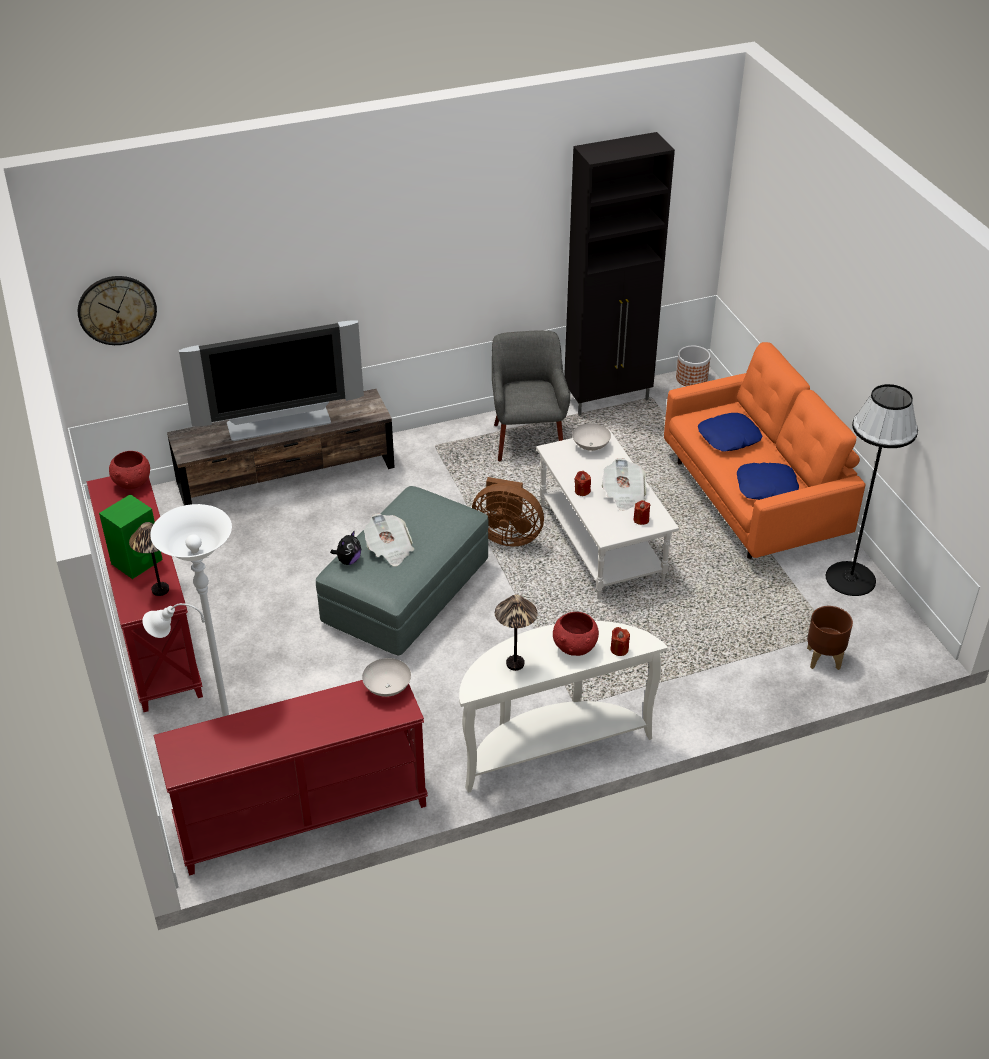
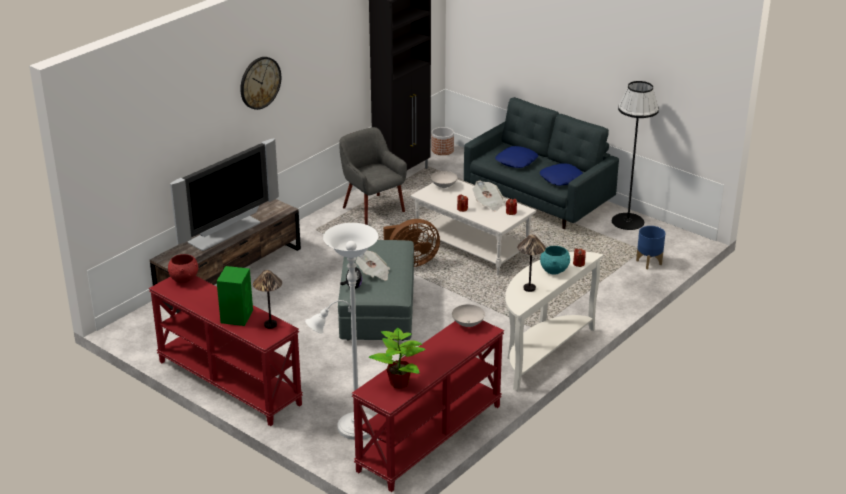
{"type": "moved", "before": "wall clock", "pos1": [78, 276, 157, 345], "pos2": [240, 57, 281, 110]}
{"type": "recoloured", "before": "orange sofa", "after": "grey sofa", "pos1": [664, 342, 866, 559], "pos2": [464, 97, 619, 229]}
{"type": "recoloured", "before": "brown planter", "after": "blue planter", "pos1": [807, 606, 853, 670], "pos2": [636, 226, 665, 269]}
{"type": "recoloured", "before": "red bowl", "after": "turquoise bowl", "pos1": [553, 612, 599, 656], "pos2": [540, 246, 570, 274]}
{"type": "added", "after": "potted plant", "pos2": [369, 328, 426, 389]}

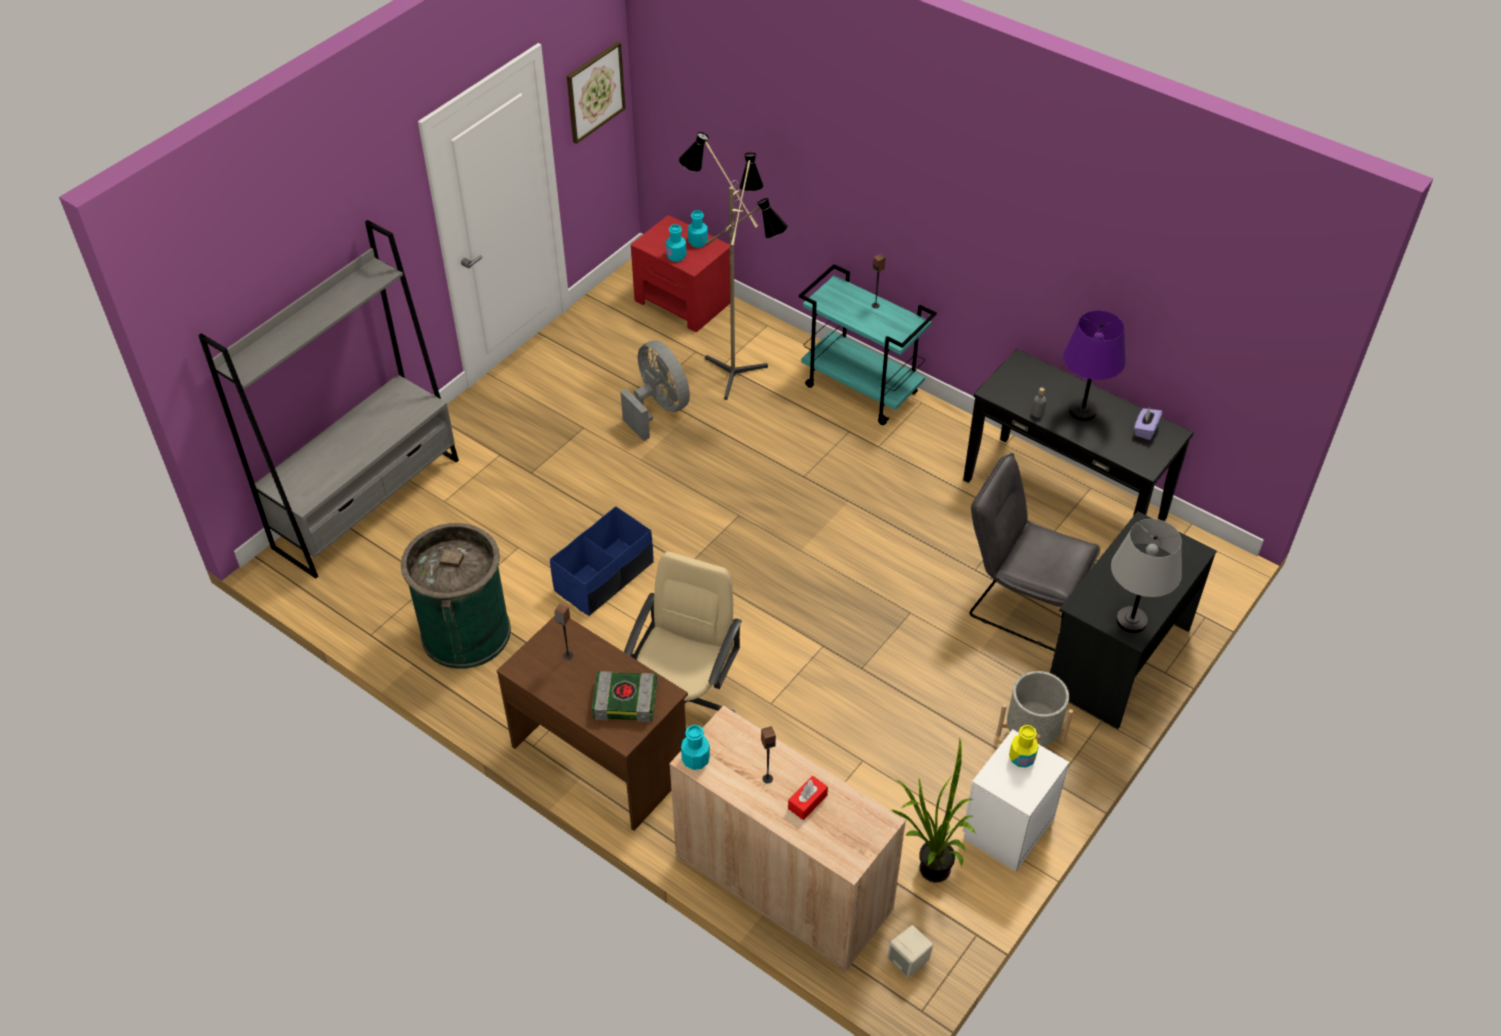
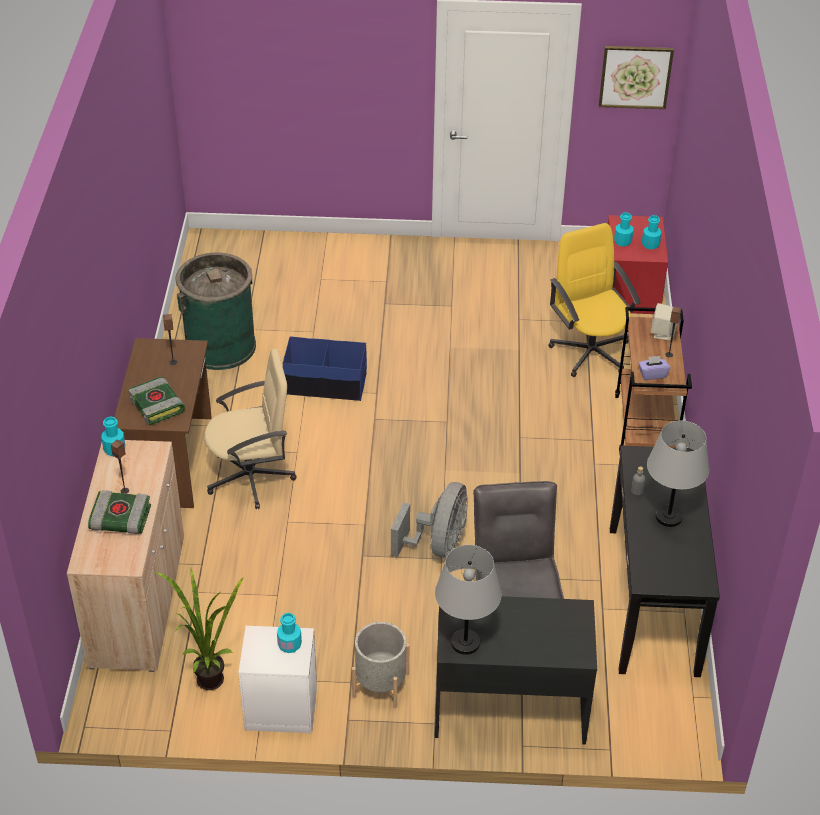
{"type": "replaced", "before": "floor lamp", "after": "yellow office chair", "pos1": [679, 132, 789, 400], "pos2": [548, 223, 641, 377]}
{"type": "removed", "before": "grey bookcase", "pos1": [199, 220, 459, 579]}
{"type": "recoloured", "before": "turquoise cart", "after": "brown cart", "pos1": [799, 264, 937, 425], "pos2": [615, 307, 692, 454]}
{"type": "recoloured", "before": "purple table lamp", "after": "grey table lamp", "pos1": [1063, 310, 1126, 421], "pos2": [647, 420, 709, 527]}
{"type": "moved", "before": "grey fan", "pos1": [620, 340, 690, 441], "pos2": [391, 482, 468, 558]}
{"type": "moved", "before": "purple tissue box", "pos1": [1134, 407, 1162, 440], "pos2": [638, 356, 670, 380]}
{"type": "recoloured", "before": "yellow bottle", "after": "turquoise bottle", "pos1": [1009, 725, 1039, 768], "pos2": [277, 613, 302, 653]}
{"type": "replaced", "before": "red tissue box", "after": "book", "pos1": [788, 776, 828, 820], "pos2": [88, 490, 151, 534]}
{"type": "moved", "before": "beige speaker", "pos1": [887, 925, 933, 978], "pos2": [651, 303, 678, 340]}

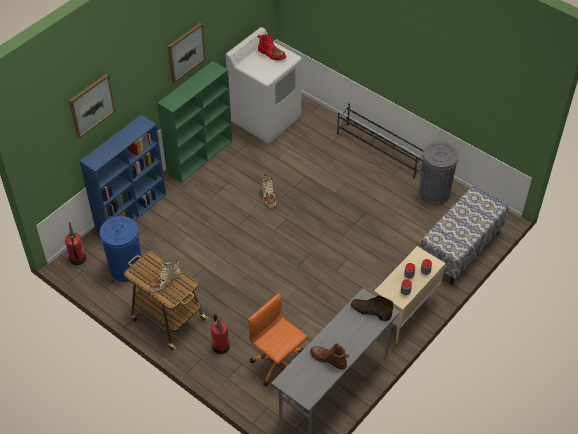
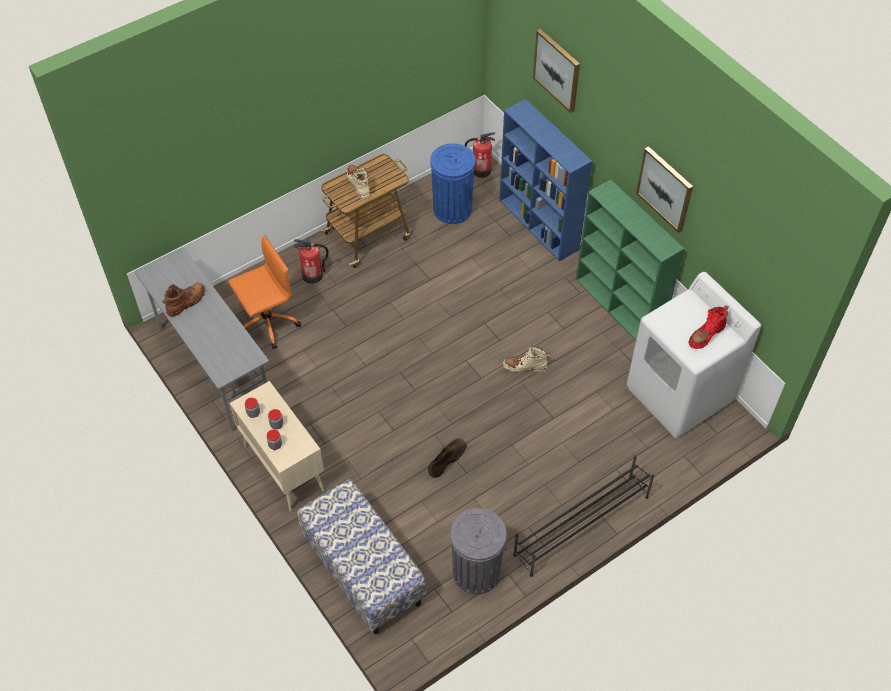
{"type": "moved", "before": "brown boot", "pos1": [351, 295, 393, 321], "pos2": [428, 438, 466, 478]}

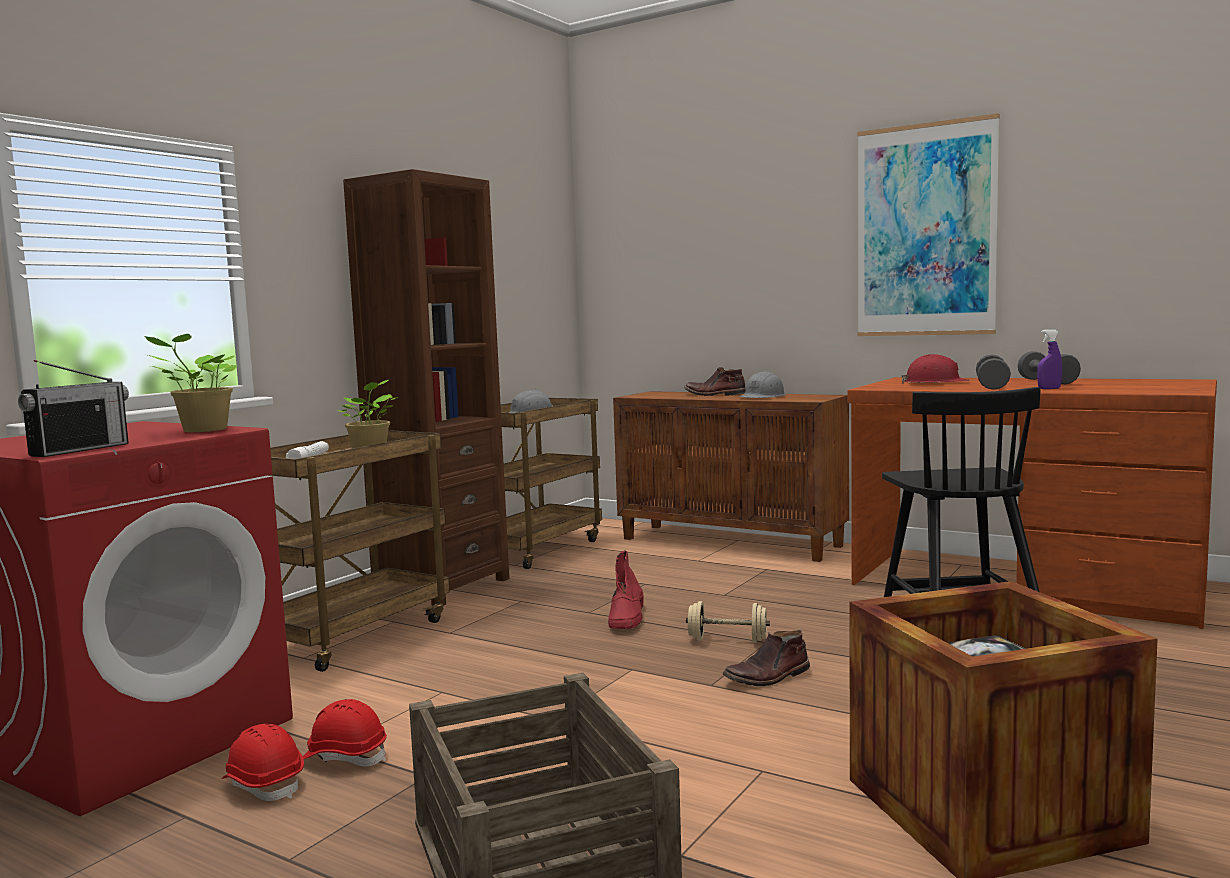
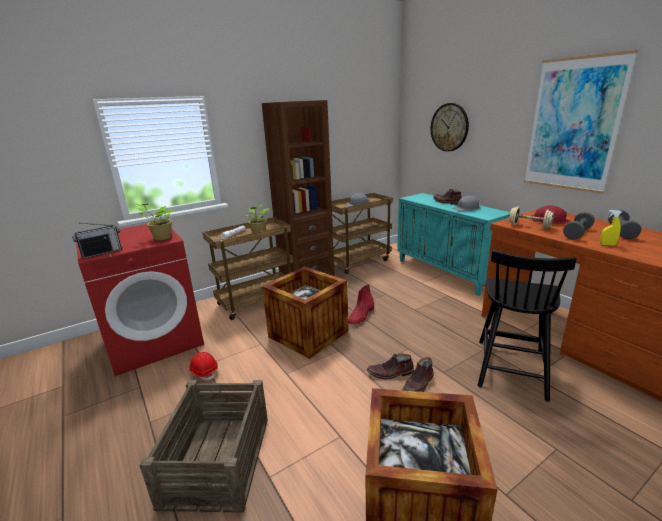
{"type": "recoloured", "before": "purple spray bottle", "after": "yellow spray bottle", "pos1": [1037, 329, 1062, 389], "pos2": [600, 210, 622, 246]}
{"type": "recoloured", "before": "brown cabinet", "after": "turquoise cabinet", "pos1": [613, 391, 849, 562], "pos2": [397, 193, 510, 296]}
{"type": "moved", "before": "beige dumbbell", "pos1": [686, 601, 770, 643], "pos2": [509, 206, 554, 229]}
{"type": "removed", "before": "red hard hat", "pos1": [221, 724, 304, 801]}
{"type": "added", "after": "wall clock", "pos2": [431, 103, 469, 152]}
{"type": "added", "after": "crate", "pos2": [262, 266, 348, 359]}
{"type": "added", "after": "brown boot", "pos2": [402, 357, 434, 392]}

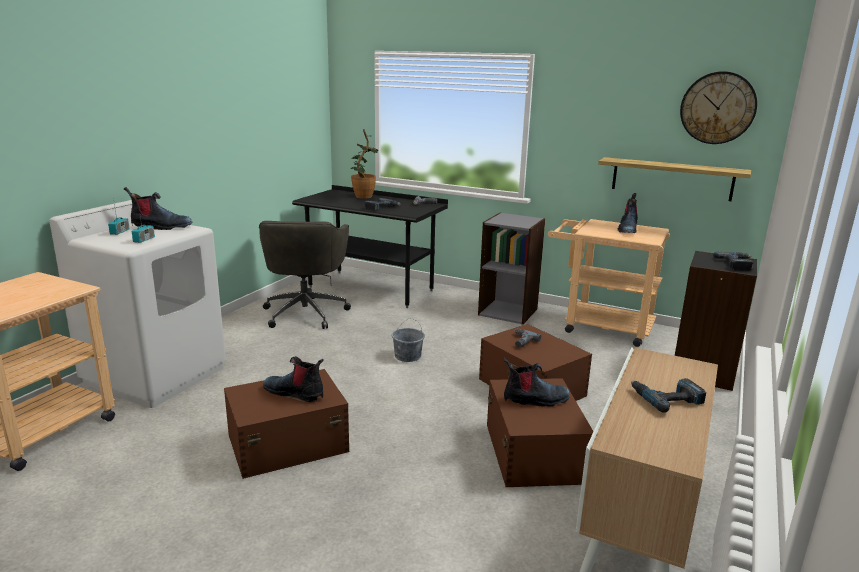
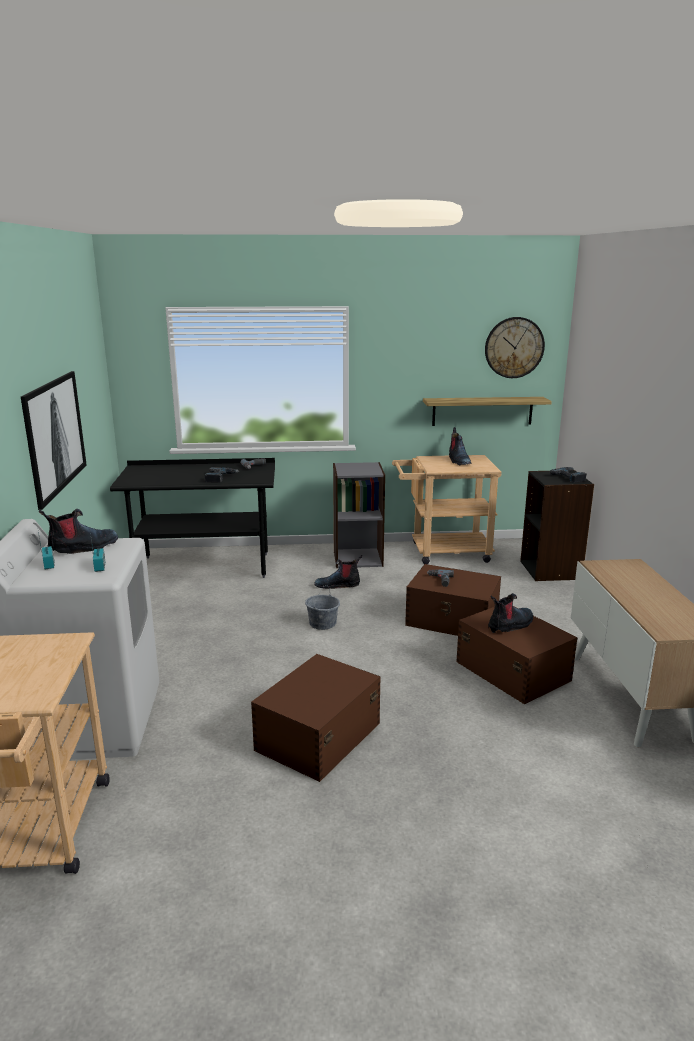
{"type": "removed", "before": "potted plant", "pos1": [350, 129, 378, 199]}
{"type": "removed", "before": "grey office chair", "pos1": [259, 221, 351, 329]}
{"type": "moved", "before": "boot", "pos1": [263, 356, 324, 402], "pos2": [314, 555, 362, 589]}
{"type": "removed", "before": "power drill", "pos1": [631, 378, 706, 413]}
{"type": "added", "after": "picture", "pos2": [21, 371, 87, 510]}

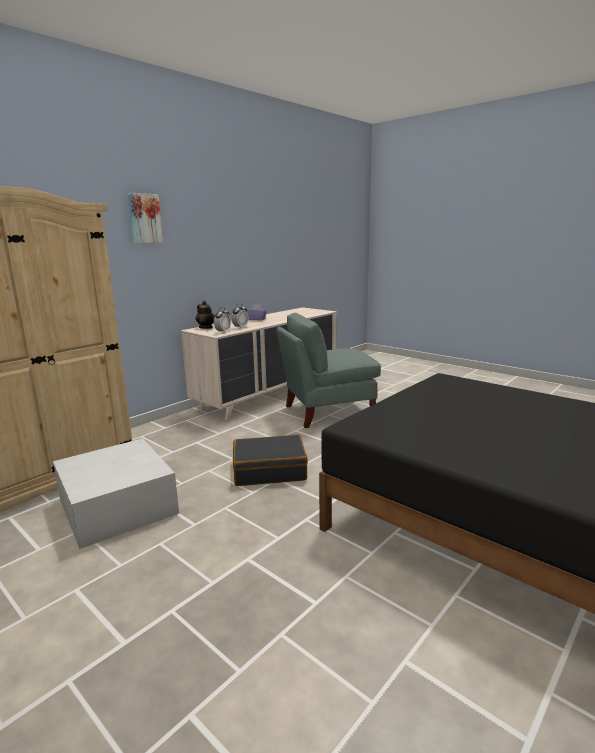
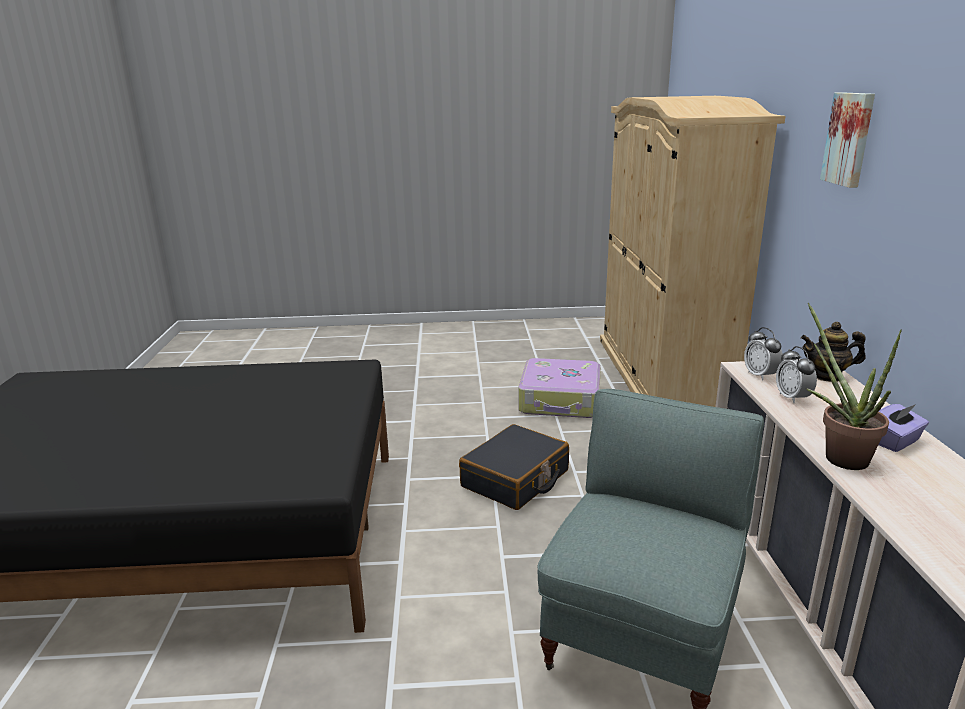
{"type": "replaced", "before": "white storage box", "after": "suitcase", "pos1": [53, 438, 179, 549], "pos2": [518, 358, 601, 418]}
{"type": "added", "after": "potted plant", "pos2": [806, 303, 902, 470]}

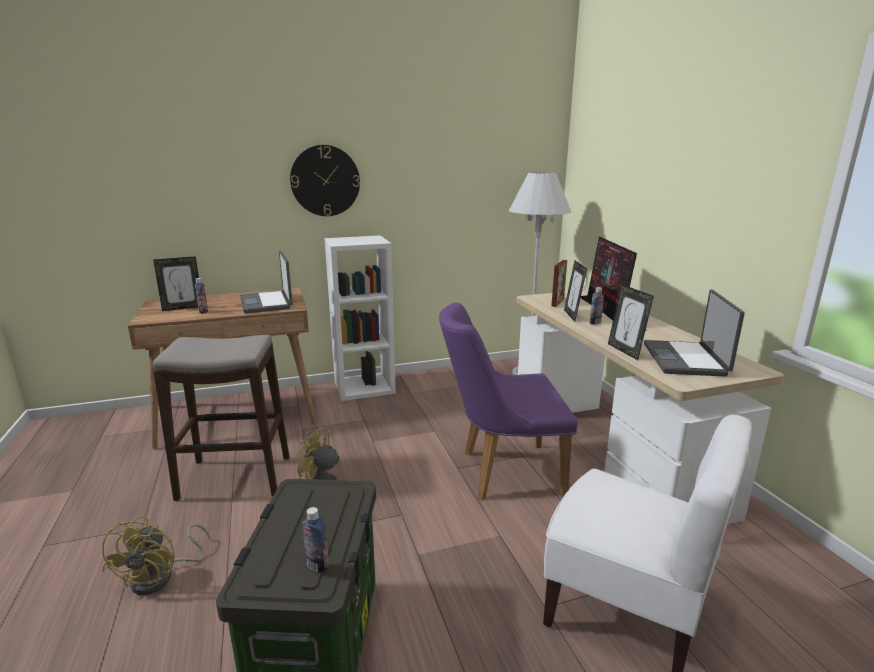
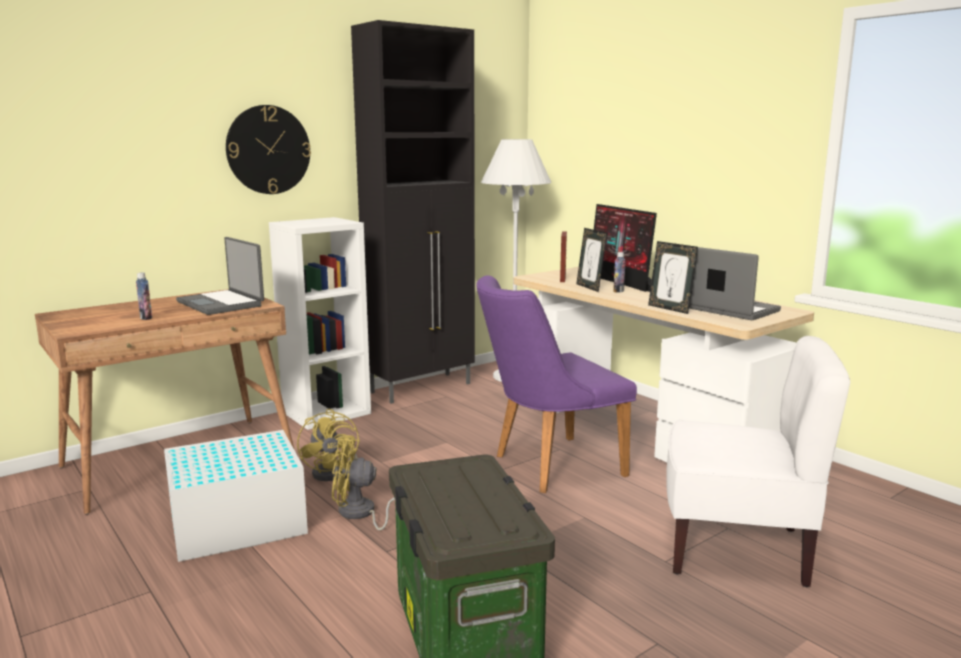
{"type": "removed", "before": "picture frame", "pos1": [153, 256, 199, 311]}
{"type": "turned", "before": "laptop", "pos1": [644, 290, 745, 377], "pos2": [689, 247, 781, 320], "turn": 150}
{"type": "replaced", "before": "stool", "after": "white storage box", "pos1": [153, 335, 289, 501], "pos2": [164, 430, 308, 562]}
{"type": "removed", "before": "bottle", "pos1": [302, 507, 329, 573]}
{"type": "moved", "before": "yellow fan", "pos1": [102, 516, 211, 595], "pos2": [297, 409, 359, 481]}
{"type": "added", "after": "black cabinet", "pos2": [351, 20, 475, 404]}

